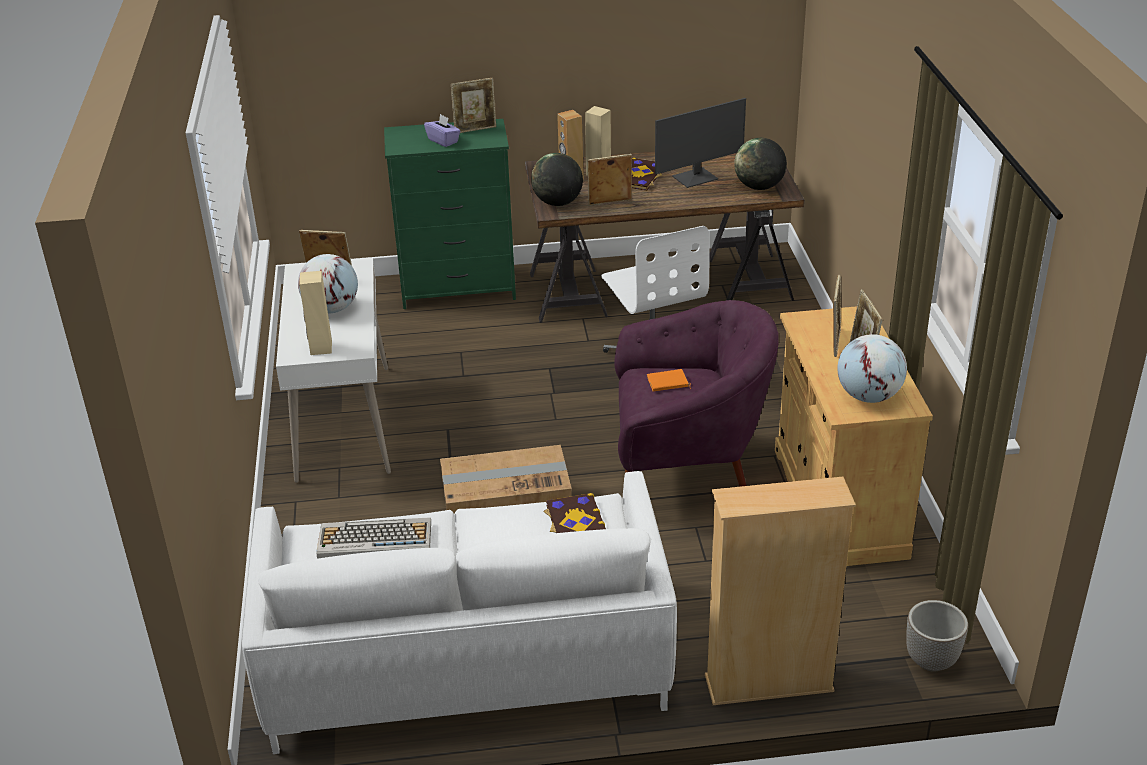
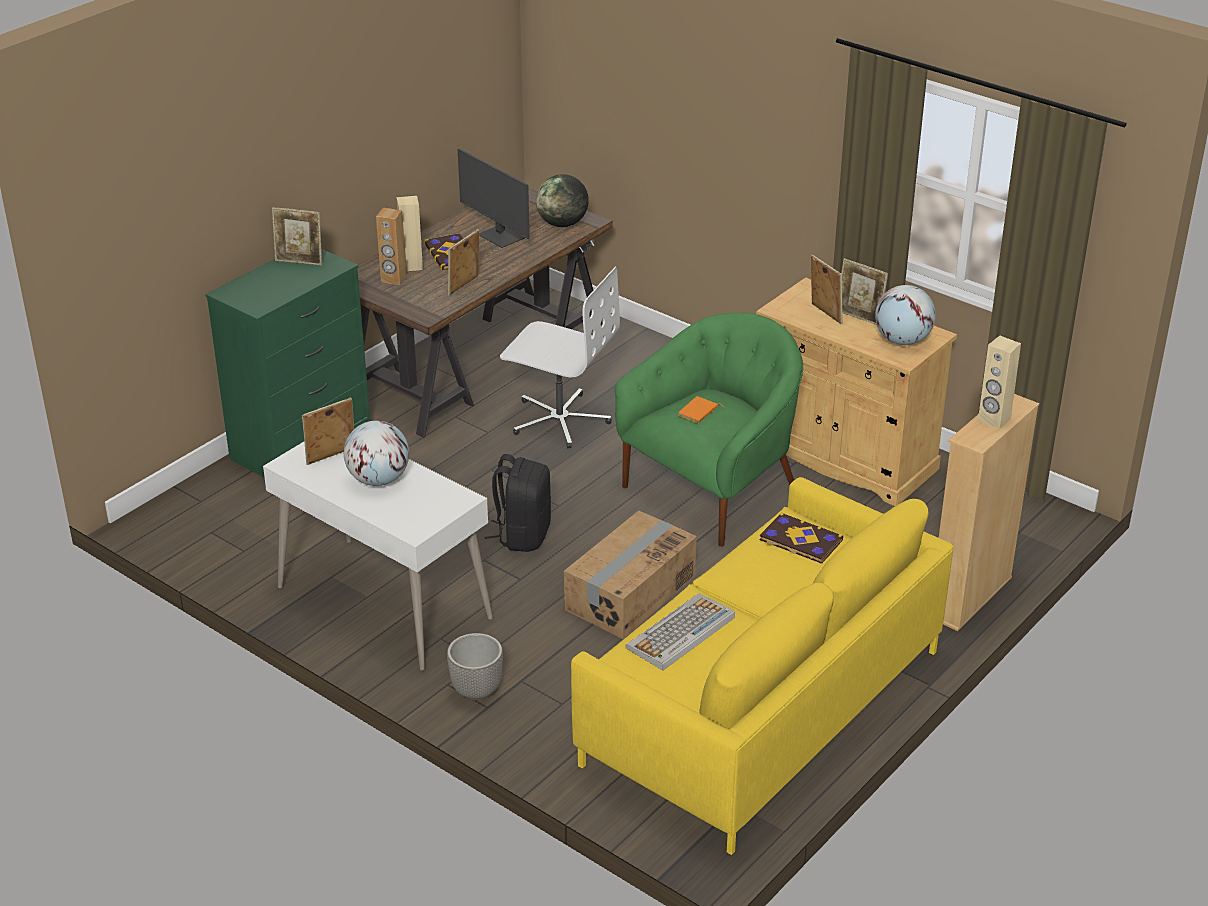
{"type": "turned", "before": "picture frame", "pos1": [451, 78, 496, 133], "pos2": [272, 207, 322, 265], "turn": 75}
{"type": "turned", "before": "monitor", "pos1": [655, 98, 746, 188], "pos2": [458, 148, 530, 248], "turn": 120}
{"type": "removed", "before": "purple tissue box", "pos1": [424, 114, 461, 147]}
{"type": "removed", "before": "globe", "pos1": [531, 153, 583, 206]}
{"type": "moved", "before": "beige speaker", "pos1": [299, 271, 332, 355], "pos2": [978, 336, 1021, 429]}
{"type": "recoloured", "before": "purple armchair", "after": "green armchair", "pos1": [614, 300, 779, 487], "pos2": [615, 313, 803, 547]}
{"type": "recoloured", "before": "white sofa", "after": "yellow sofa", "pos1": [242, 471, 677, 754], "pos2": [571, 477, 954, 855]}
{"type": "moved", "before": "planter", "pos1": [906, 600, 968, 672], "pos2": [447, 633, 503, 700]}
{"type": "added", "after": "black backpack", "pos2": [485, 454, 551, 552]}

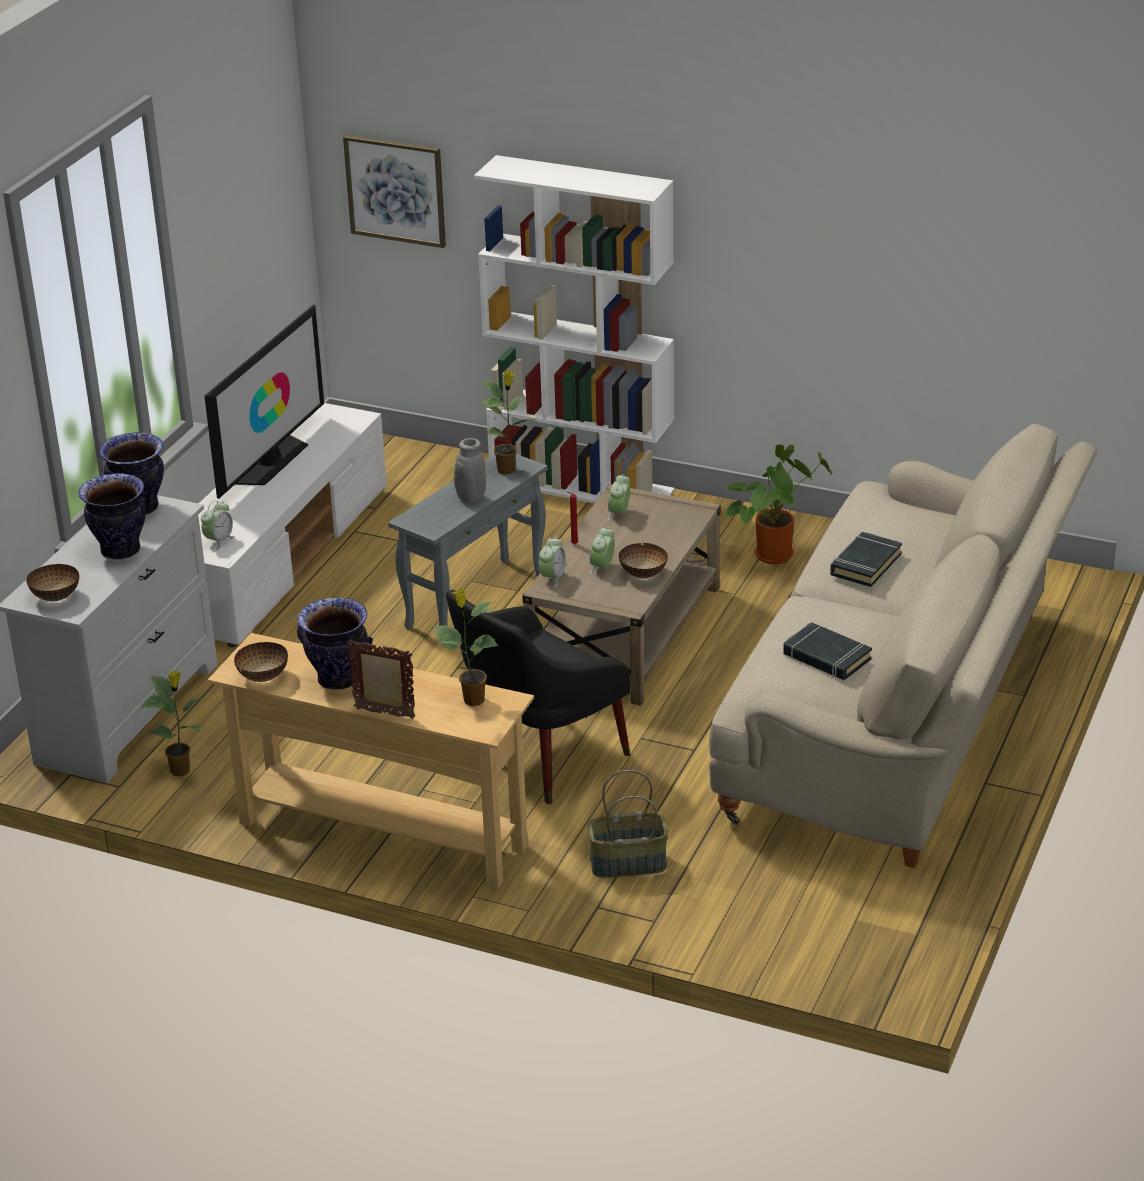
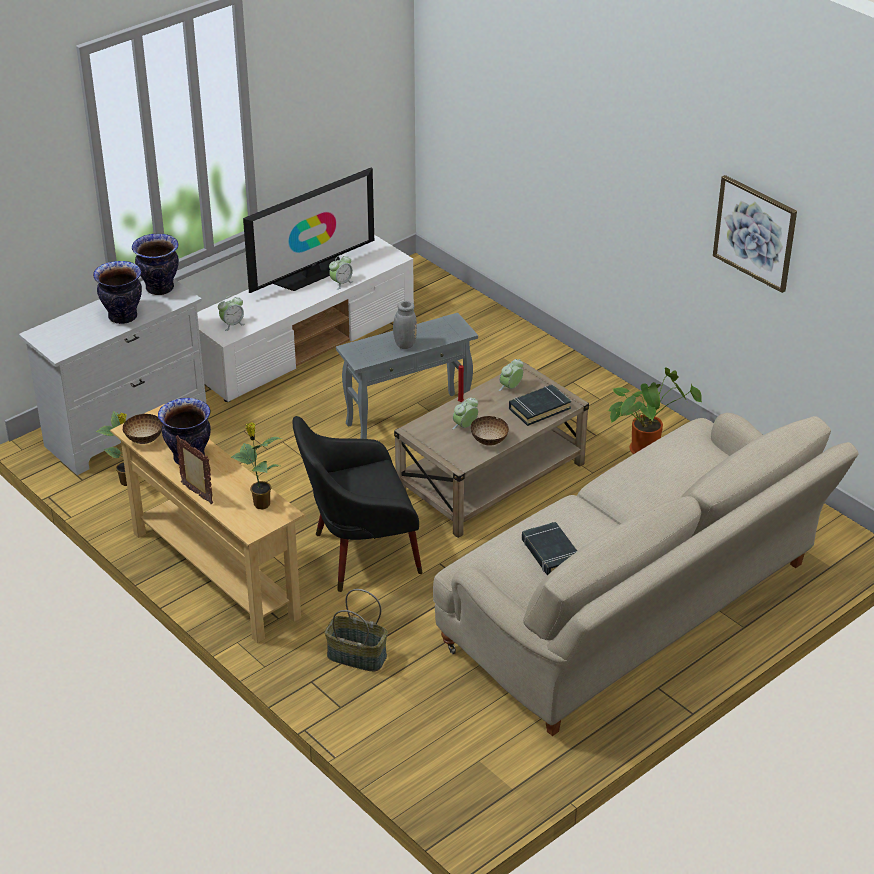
{"type": "moved", "before": "picture", "pos1": [343, 135, 446, 248], "pos2": [713, 175, 797, 293]}
{"type": "removed", "before": "white bookcase", "pos1": [474, 155, 675, 503]}
{"type": "removed", "before": "potted plant", "pos1": [476, 370, 539, 475]}
{"type": "moved", "before": "black book", "pos1": [830, 532, 902, 587], "pos2": [509, 384, 571, 426]}
{"type": "moved", "before": "alarm clock", "pos1": [539, 537, 567, 588], "pos2": [329, 255, 353, 290]}
{"type": "removed", "before": "bowl", "pos1": [26, 564, 79, 601]}

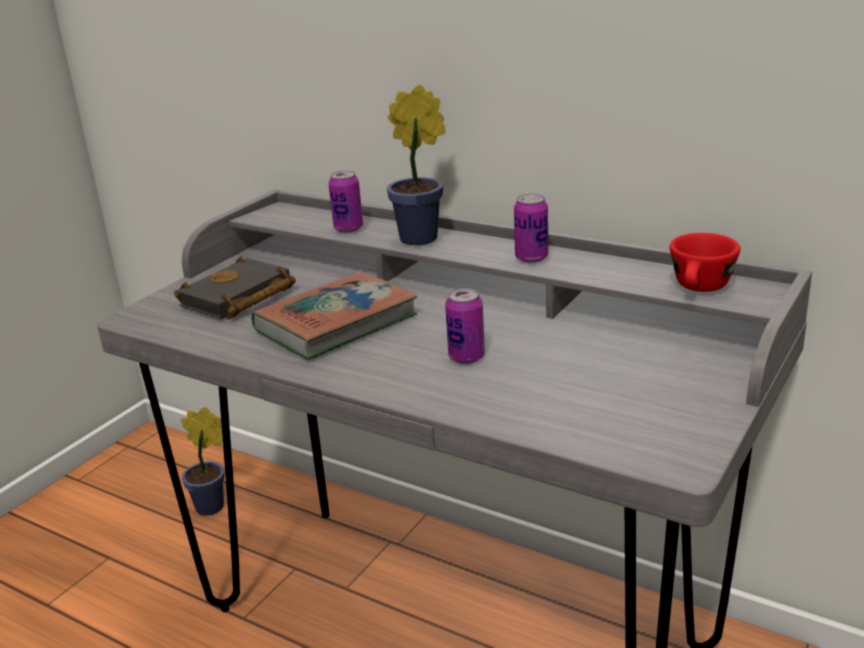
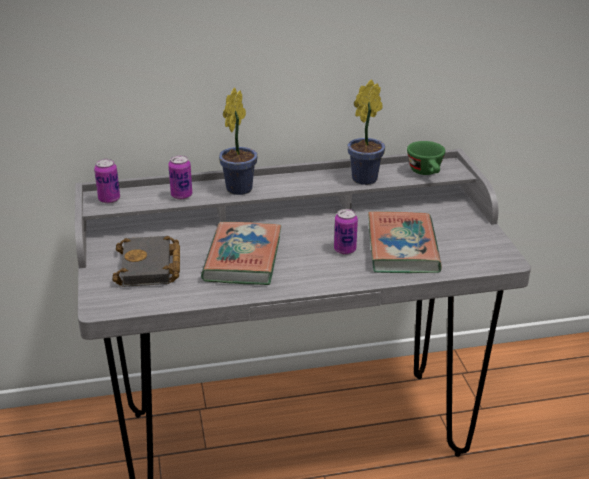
{"type": "moved", "before": "can", "pos1": [514, 194, 548, 263], "pos2": [94, 159, 120, 204]}
{"type": "recoloured", "before": "red cup", "after": "green cup", "pos1": [670, 233, 741, 292], "pos2": [407, 141, 445, 175]}
{"type": "moved", "before": "potted plant", "pos1": [181, 407, 225, 516], "pos2": [348, 79, 385, 185]}
{"type": "added", "after": "book", "pos2": [368, 211, 442, 273]}

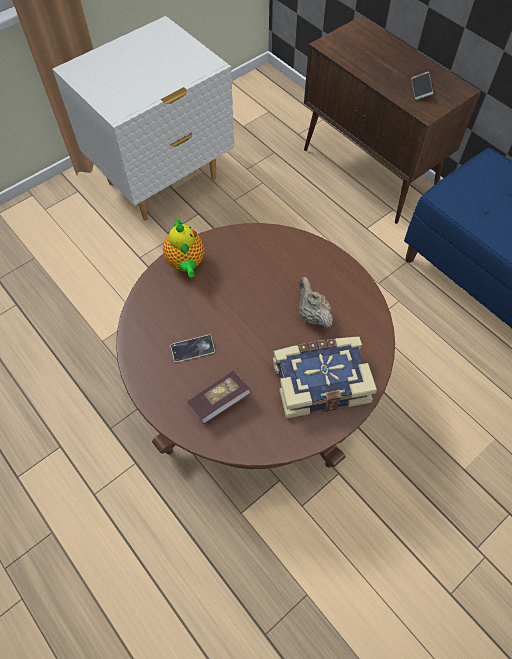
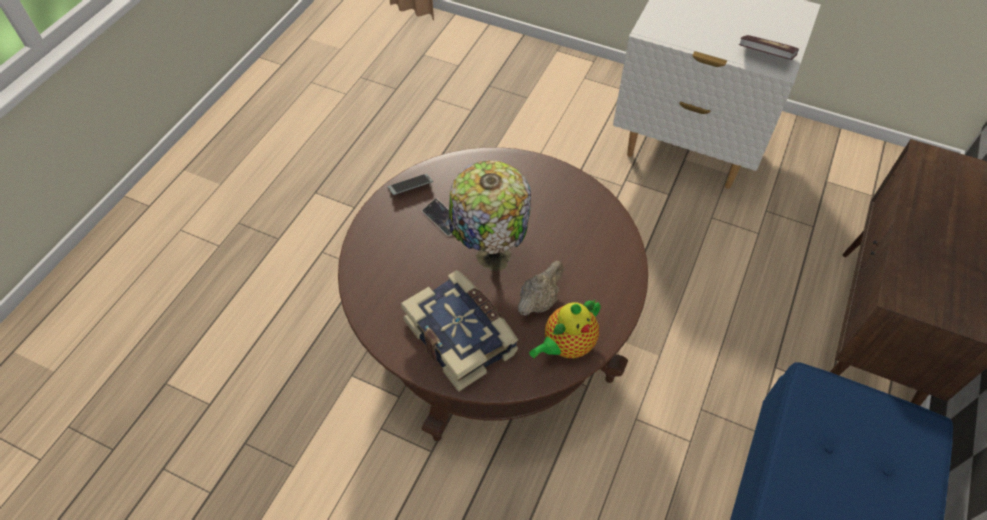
{"type": "moved", "before": "phone", "pos1": [411, 72, 433, 100], "pos2": [388, 174, 433, 195]}
{"type": "moved", "before": "teapot", "pos1": [163, 218, 204, 277], "pos2": [529, 299, 601, 358]}
{"type": "moved", "before": "book", "pos1": [187, 371, 252, 424], "pos2": [739, 35, 799, 60]}
{"type": "added", "after": "table lamp", "pos2": [449, 160, 531, 271]}

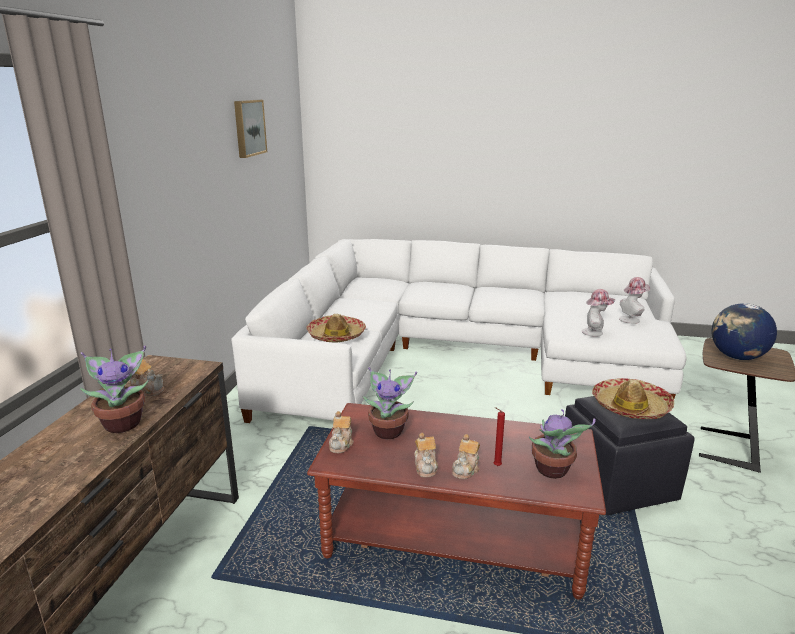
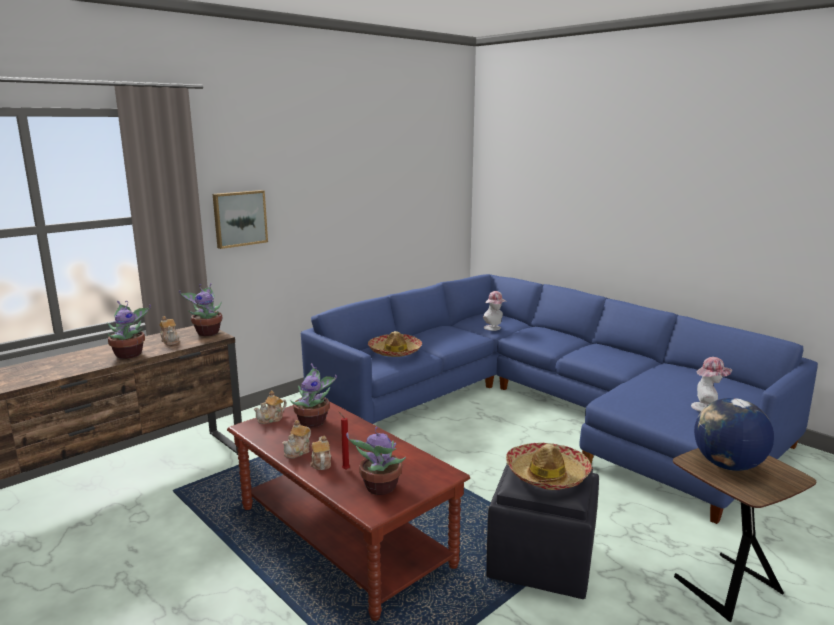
{"type": "moved", "before": "picture", "pos1": [234, 100, 267, 158], "pos2": [213, 190, 268, 249]}
{"type": "recoloured", "before": "white sofa", "after": "blue sofa", "pos1": [231, 239, 687, 423], "pos2": [300, 274, 818, 524]}
{"type": "moved", "before": "hat", "pos1": [582, 289, 615, 337], "pos2": [483, 291, 507, 331]}
{"type": "turned", "before": "teapot", "pos1": [452, 434, 480, 479], "pos2": [310, 435, 331, 470], "turn": 105}
{"type": "added", "after": "potted plant", "pos2": [179, 283, 222, 336]}

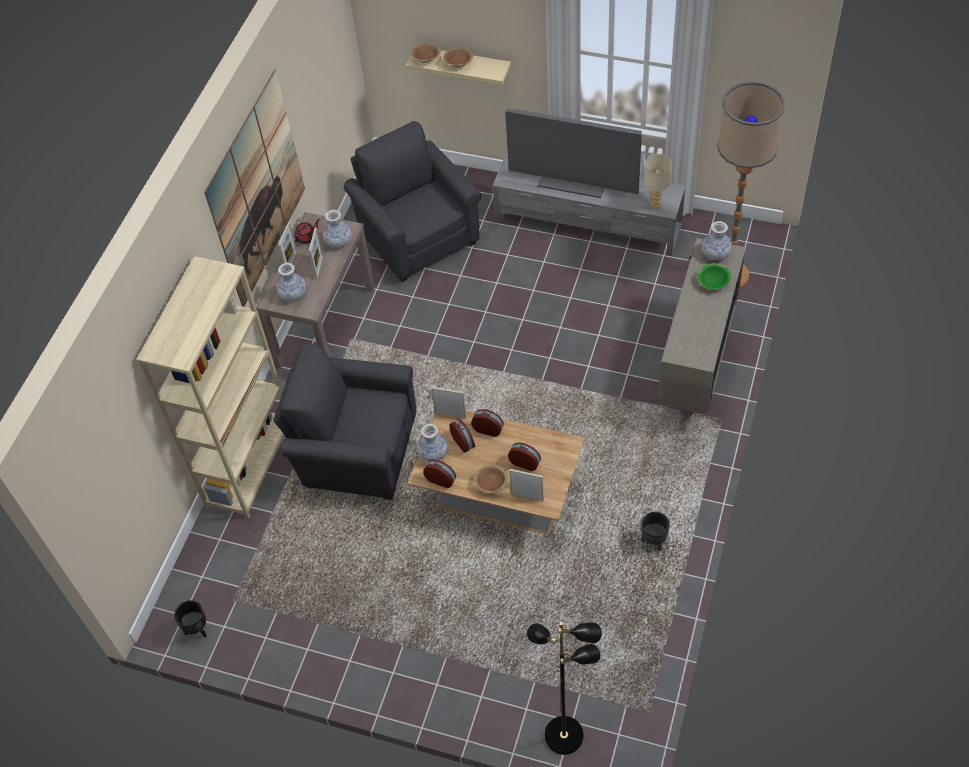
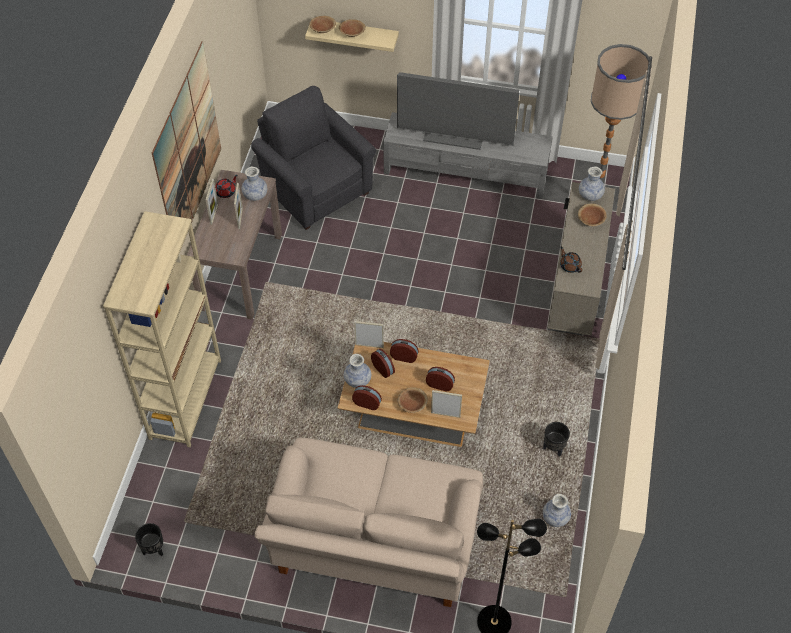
{"type": "removed", "before": "beige table lamp", "pos1": [644, 154, 672, 209]}
{"type": "moved", "before": "vase", "pos1": [276, 263, 306, 301], "pos2": [543, 494, 571, 527]}
{"type": "recoloured", "before": "green bowl", "after": "brown bowl", "pos1": [698, 263, 731, 290], "pos2": [578, 203, 607, 226]}
{"type": "removed", "before": "grey armchair", "pos1": [273, 343, 416, 500]}
{"type": "added", "after": "brown teapot", "pos2": [560, 246, 582, 273]}
{"type": "added", "after": "beige sofa", "pos2": [255, 437, 483, 607]}

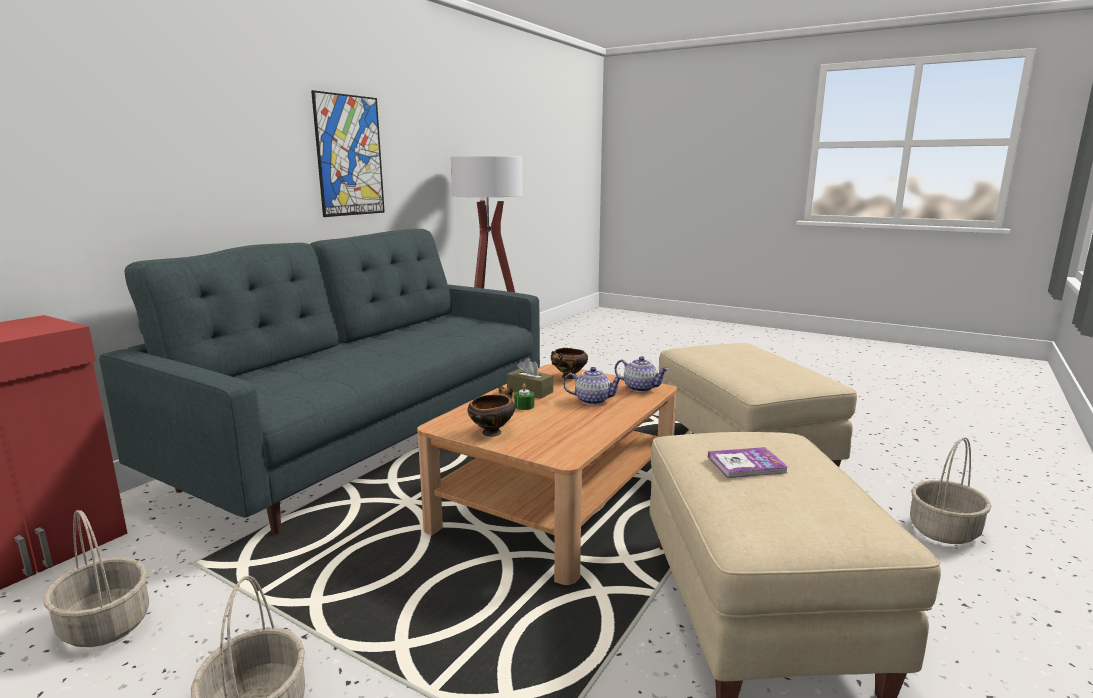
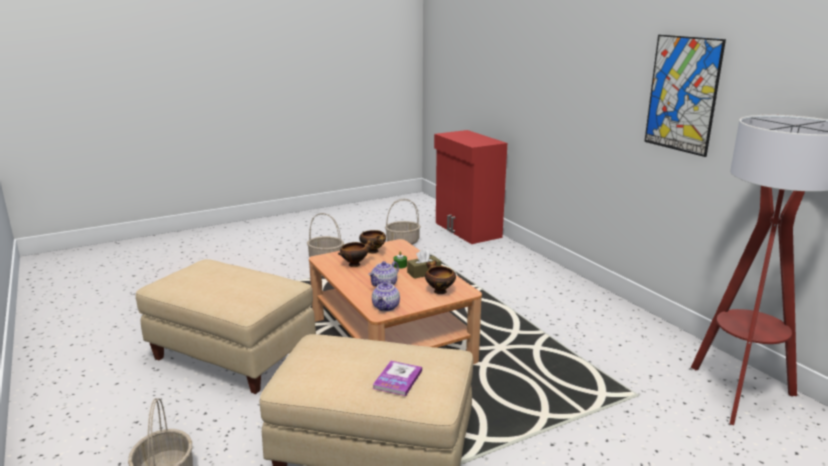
{"type": "removed", "before": "grey sofa", "pos1": [99, 229, 540, 535]}
{"type": "turned", "before": "teapot", "pos1": [615, 356, 669, 392], "pos2": [372, 279, 400, 311], "turn": -45}
{"type": "moved", "before": "book", "pos1": [708, 447, 788, 478], "pos2": [373, 361, 422, 396]}
{"type": "added", "after": "bowl", "pos2": [338, 239, 375, 267]}

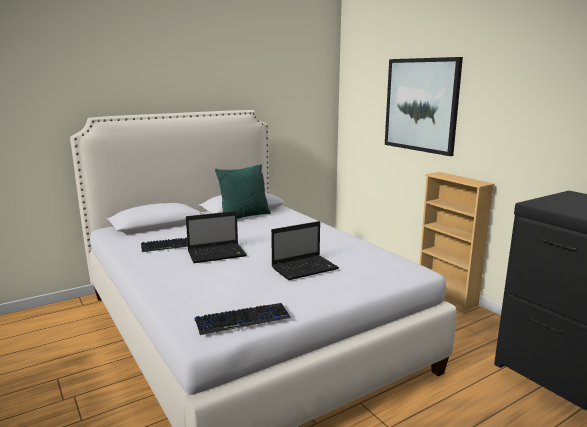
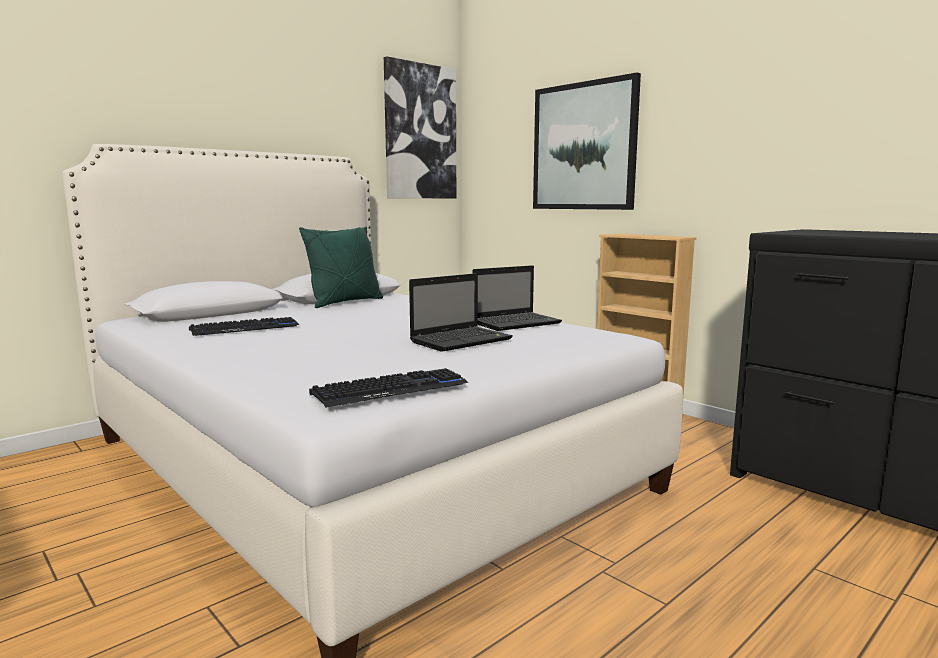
{"type": "moved", "before": "laptop", "pos1": [186, 211, 247, 263], "pos2": [473, 265, 562, 331]}
{"type": "added", "after": "picture", "pos2": [384, 56, 456, 198]}

